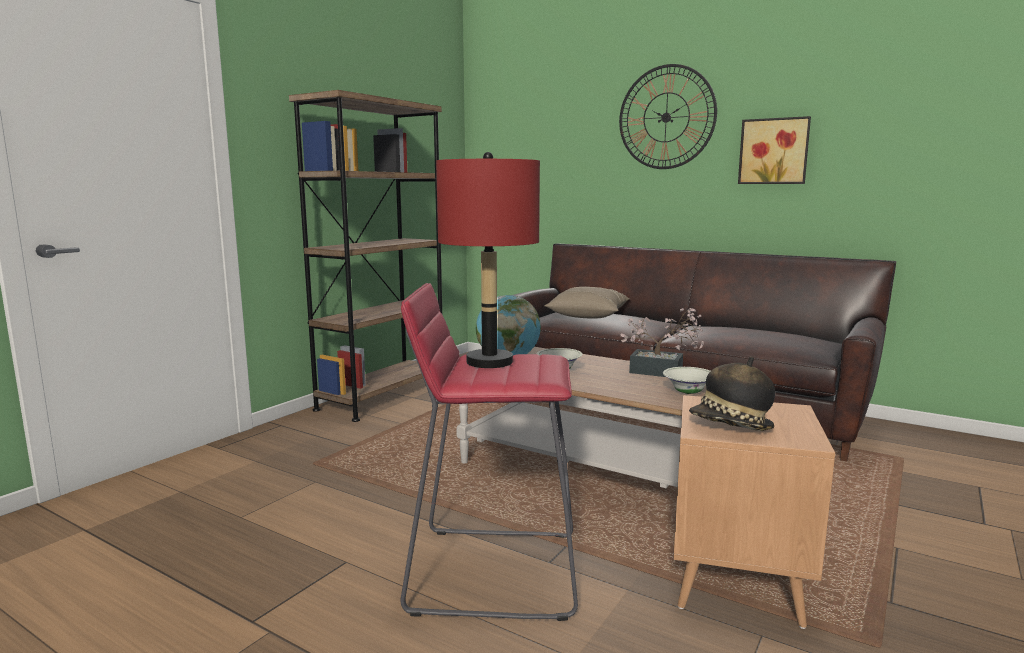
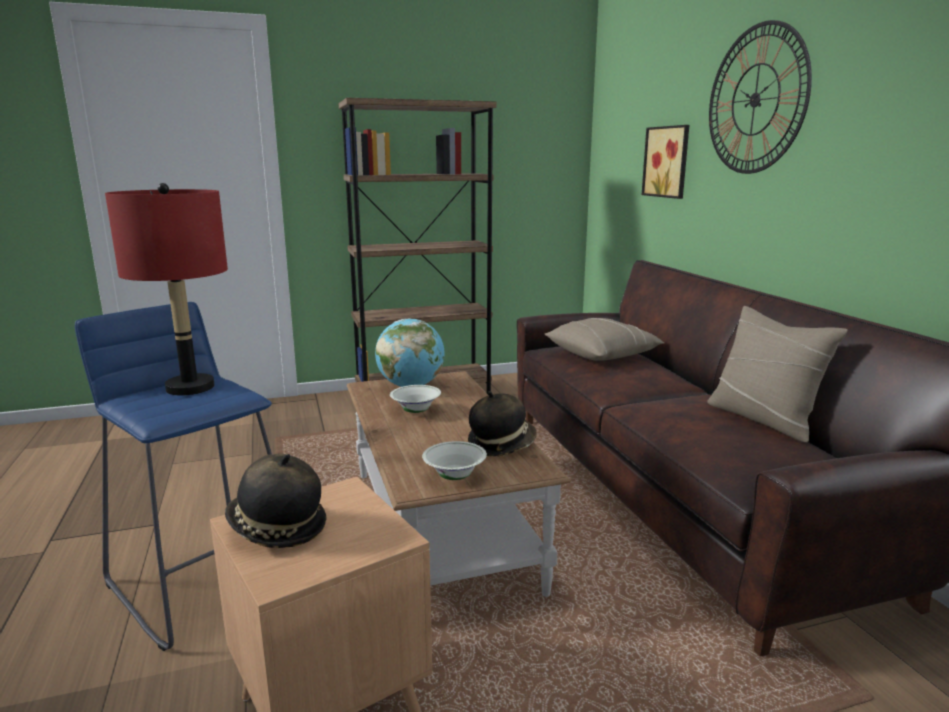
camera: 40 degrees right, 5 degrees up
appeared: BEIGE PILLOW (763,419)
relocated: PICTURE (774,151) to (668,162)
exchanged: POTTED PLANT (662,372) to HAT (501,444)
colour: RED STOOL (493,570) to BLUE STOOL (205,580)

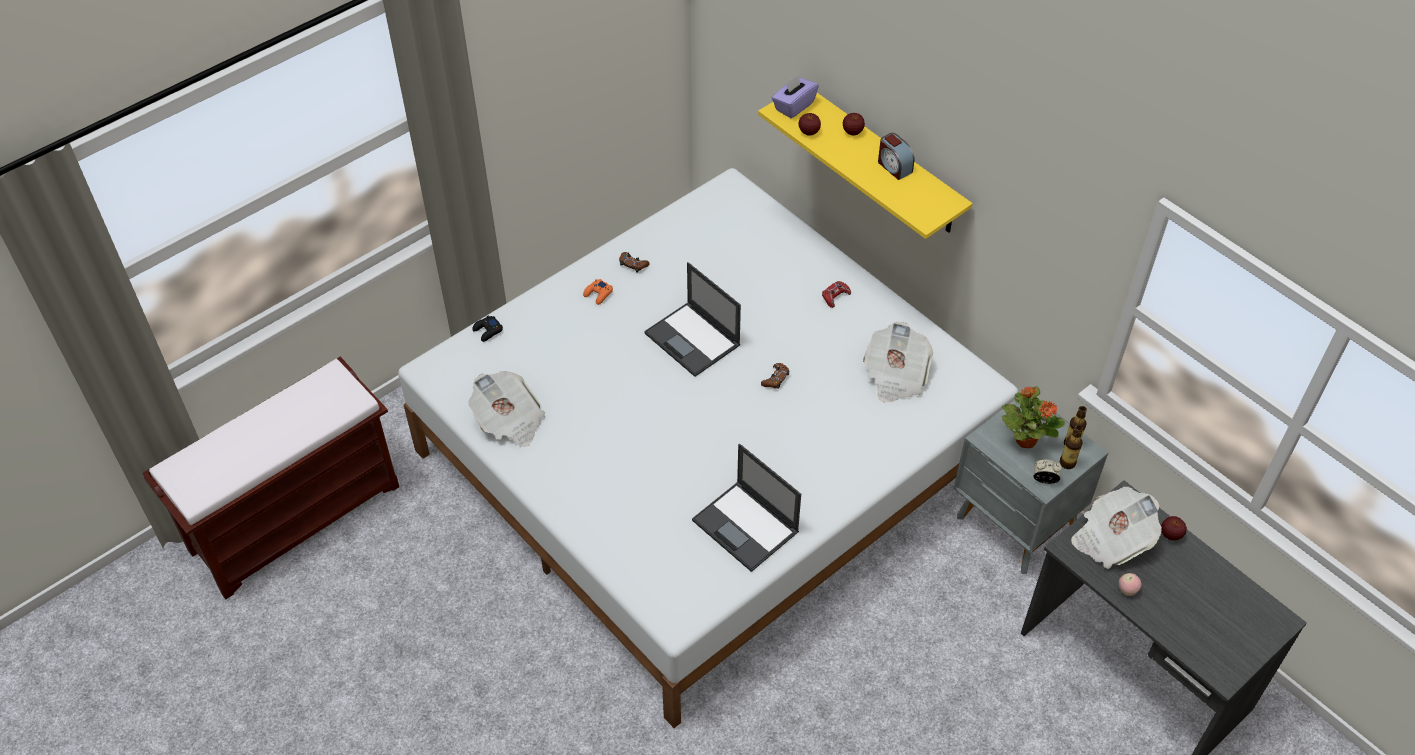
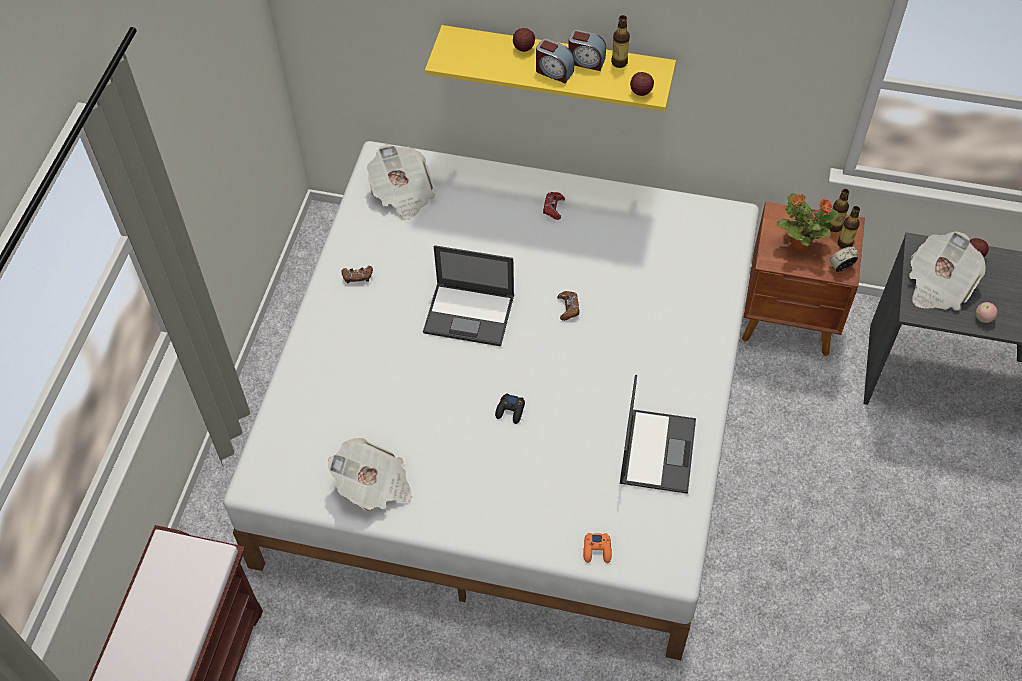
camera: 35 degrees left, 5 degrees up
missing: PURPLE TISSUE BOX (794,106)
appeared: BOTTLE (619,62); ALARM CLOCK (554,71)
relocated: APPLE (809,132) to (641,92); ORANGE GAME CONTROLLER (598,294) to (597,550); BLACK GAME CONTROLLER (487,331) to (510,411); NEWSPAPER (895,376) to (402,194)
colour: GREY NIGHTSTAND (1016,525) to BROWN NIGHTSTAND (790,319)
spun: LAPTOP (746,527) = (657,450) 90 degrees counterclockwise

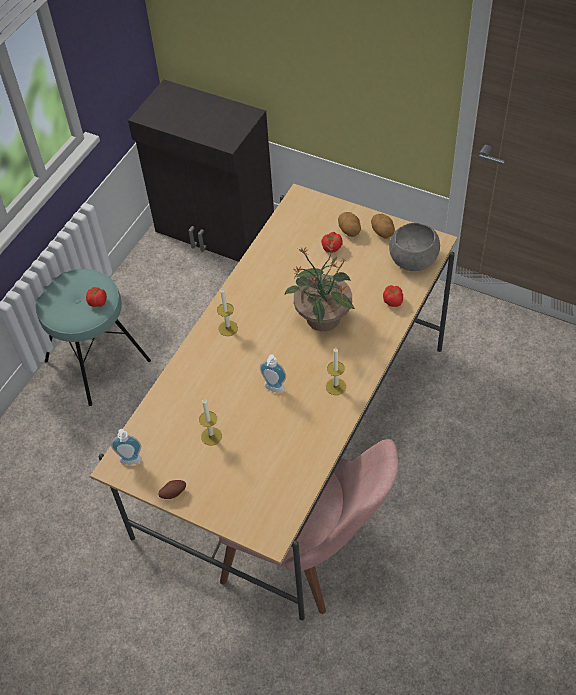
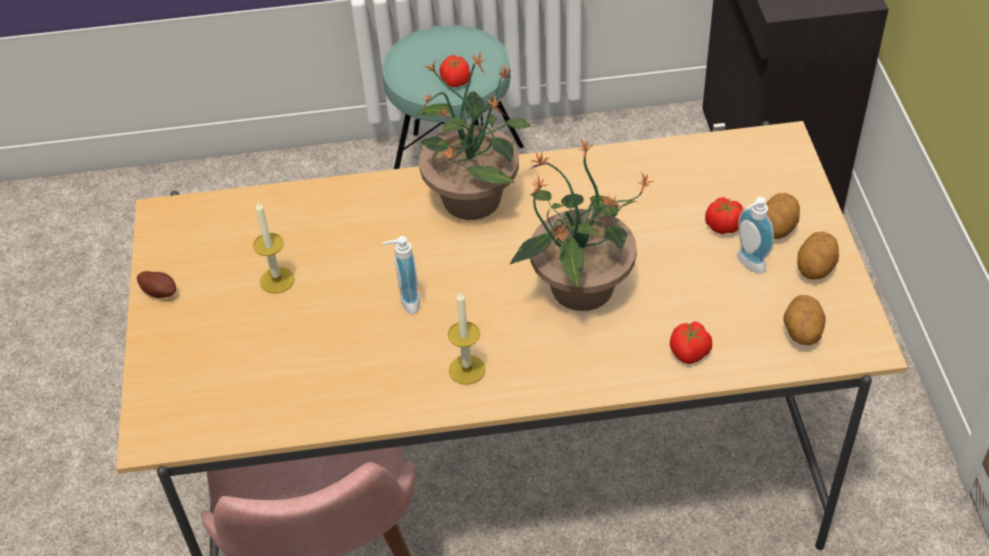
camera: 55 degrees right, 5 degrees down
relocated: SOAP DISPENSER (130,462) to (747,264)
exchanged: GREY BOWL (413,258) to POTATO (801,333); CANDLE (228,328) to POTTED PLANT (472,197)

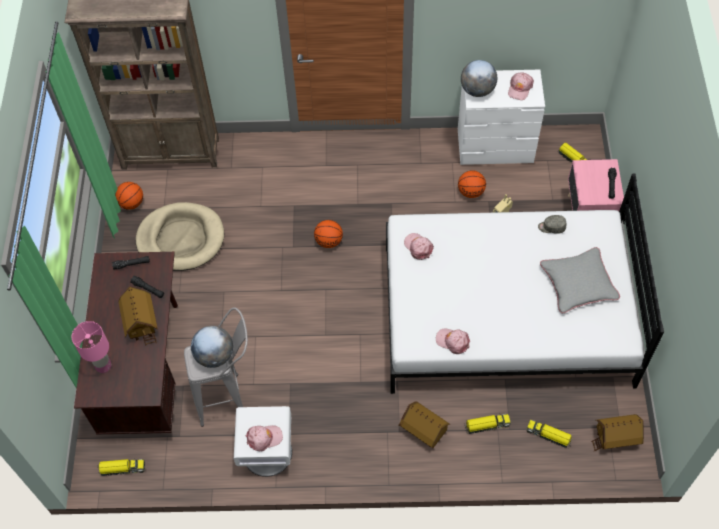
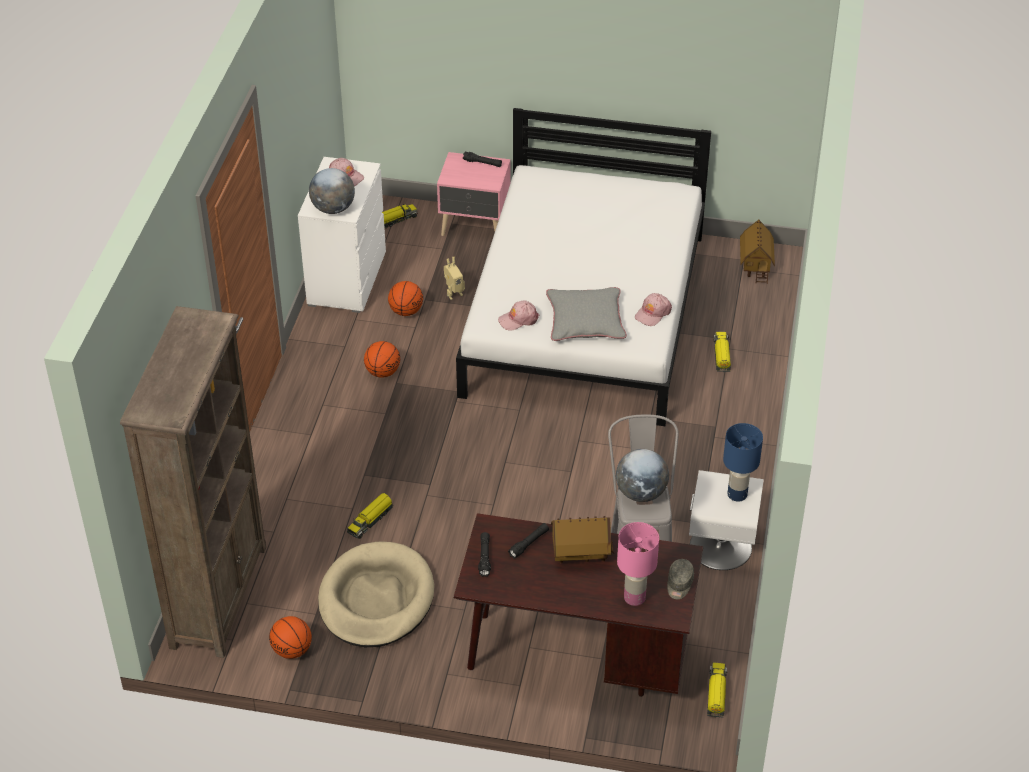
camera: 80 degrees left, 15 degrees down
missing: TOY HOUSE (423,431)
relocated: GREY CAP (551,227) to (679,584); BASKETBALL (329,241) to (383,372); GREY PILLOW (578,283) to (585,320); TOY TRUCK (549,435) to (370,520)
exchanged: PINK CAP (264,438) to BLUE TABLE LAMP (737,495)

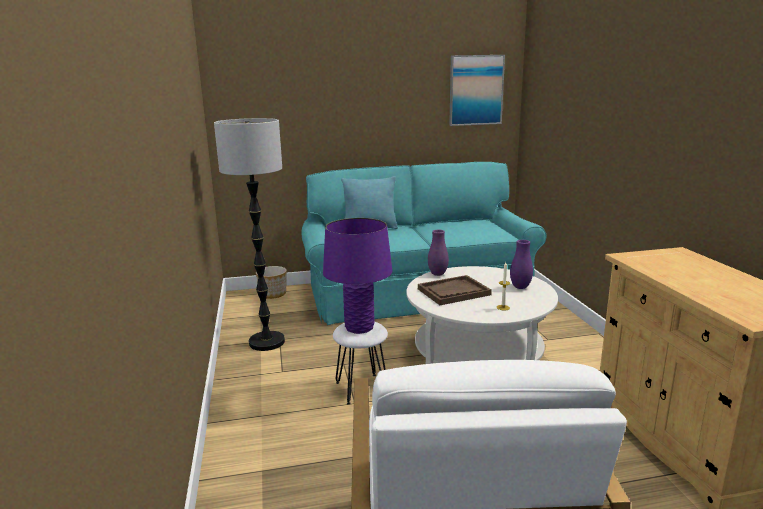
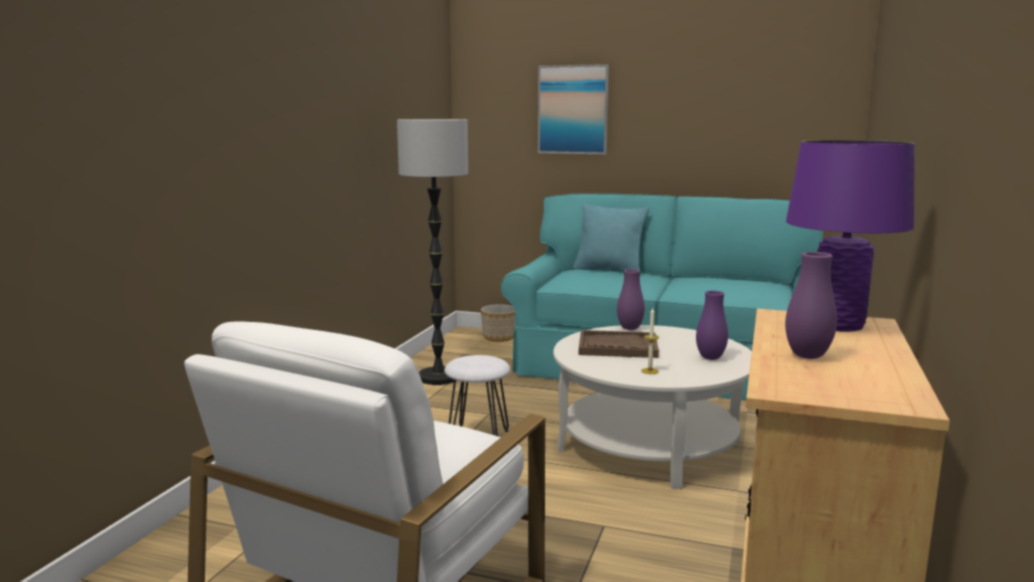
camera: 30 degrees right, 5 degrees down
appeared: PURPLE VASE (807,356)
relocated: PICTURE (476,90) to (573,110); PURPLE TABLE LAMP (359,327) to (837,325)

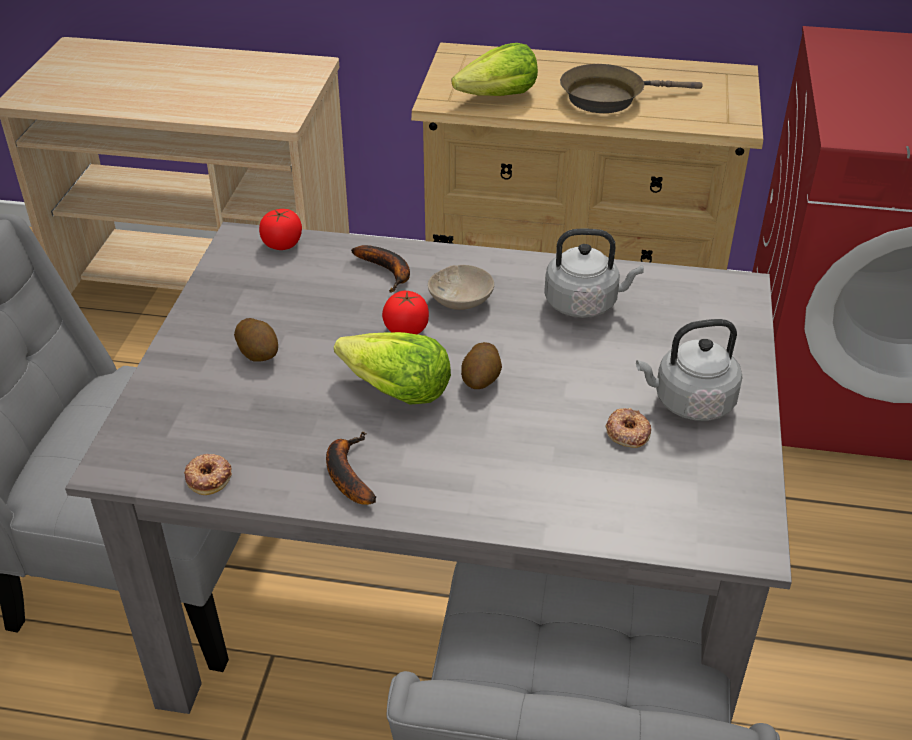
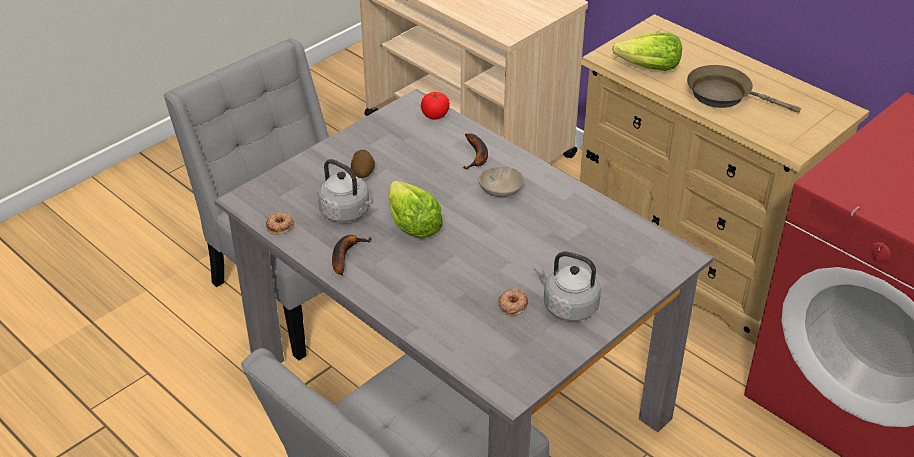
camera: 35 degrees right, 0 degrees up
missing: TOMATO (406,329); POTATO (481,380)
relocated: GREY KETTLE (585,303) to (347,213)

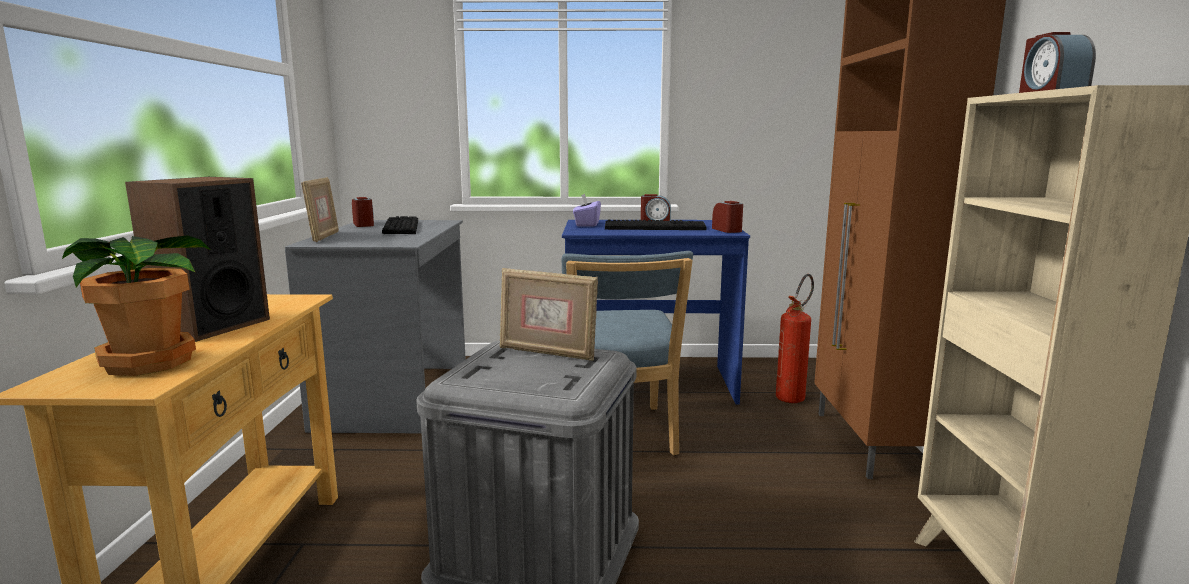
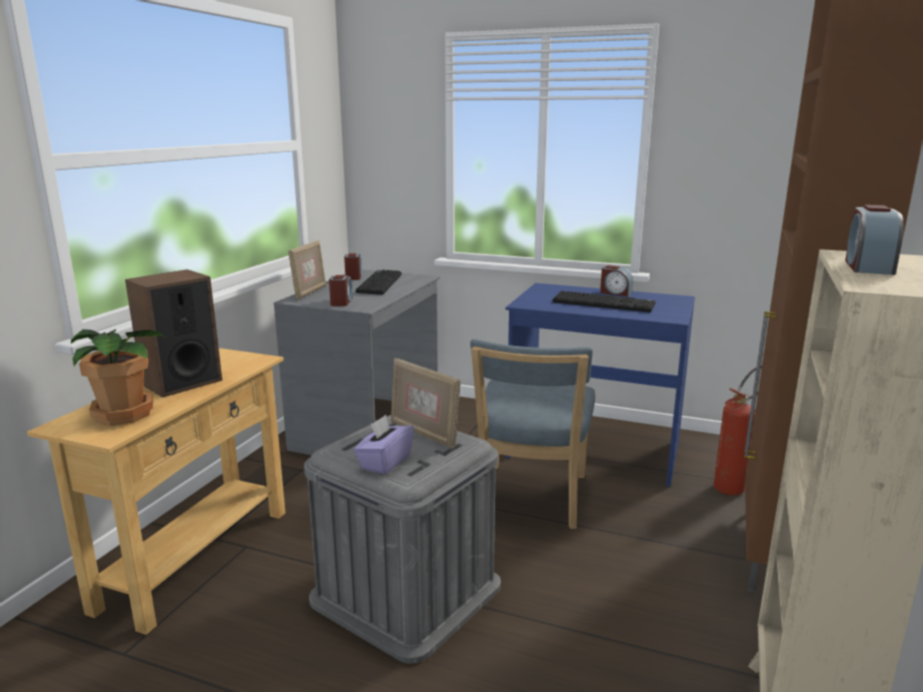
camera: 20 degrees right, 5 degrees up
relocated: PURPLE TISSUE BOX (587,224) to (384,462); ALARM CLOCK (727,230) to (341,302)

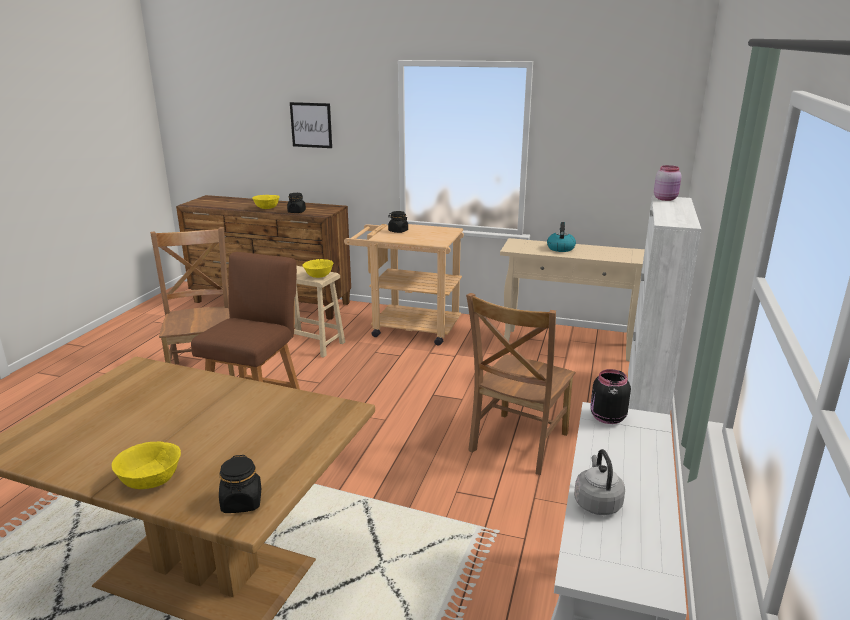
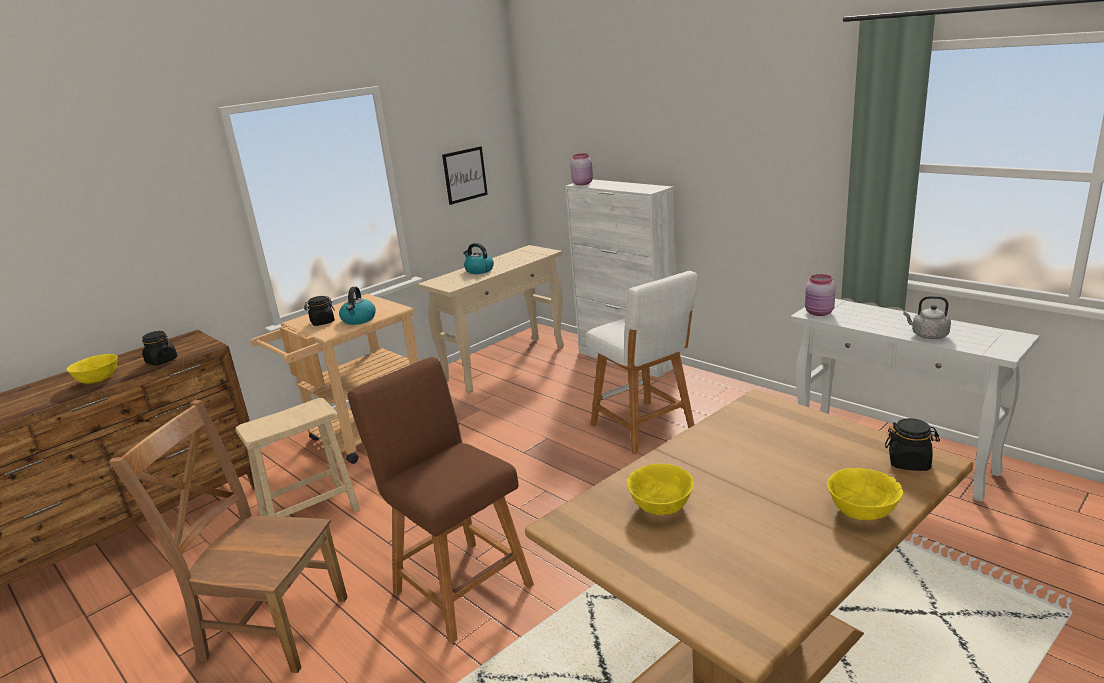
camera: 60 degrees left, 0 degrees up
appeared: KETTLE (359,320)
relocated: PICTURE (311,125) to (465,175); YELLOW BOWL (318,276) to (661,507)
exchanged: BROWN CHAIR (517,444) to WHITE STOOL (645,429)
colour: BLACK JAR (606,418) to PINK JAR (819,313)

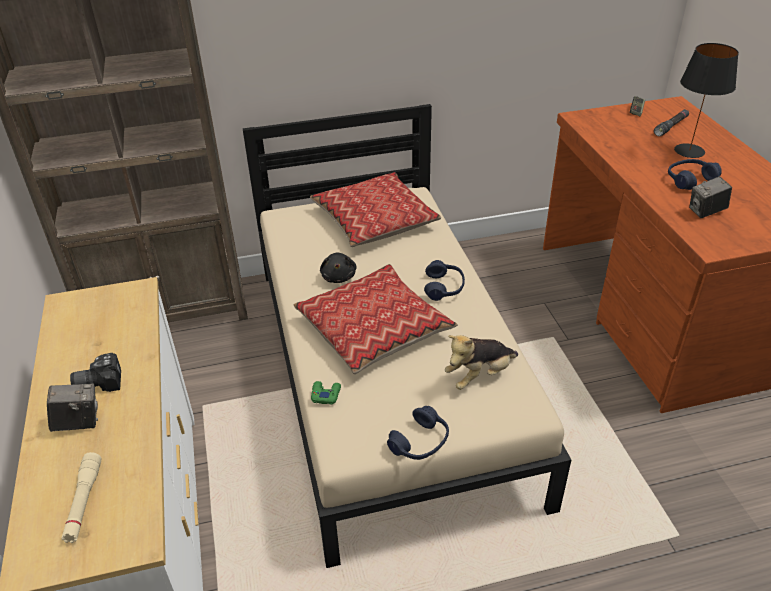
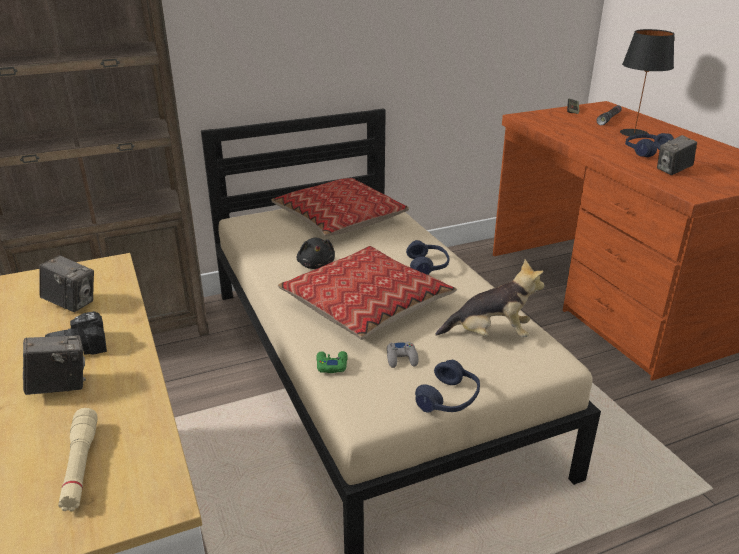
camera: 10 degrees left, 10 degrees down
appeared: PHOTO CAMERA (71,303); GREY GAME CONTROLLER (402,358)
spun: PLUSH TOY (479,375) = (490,335) 135 degrees counterclockwise

